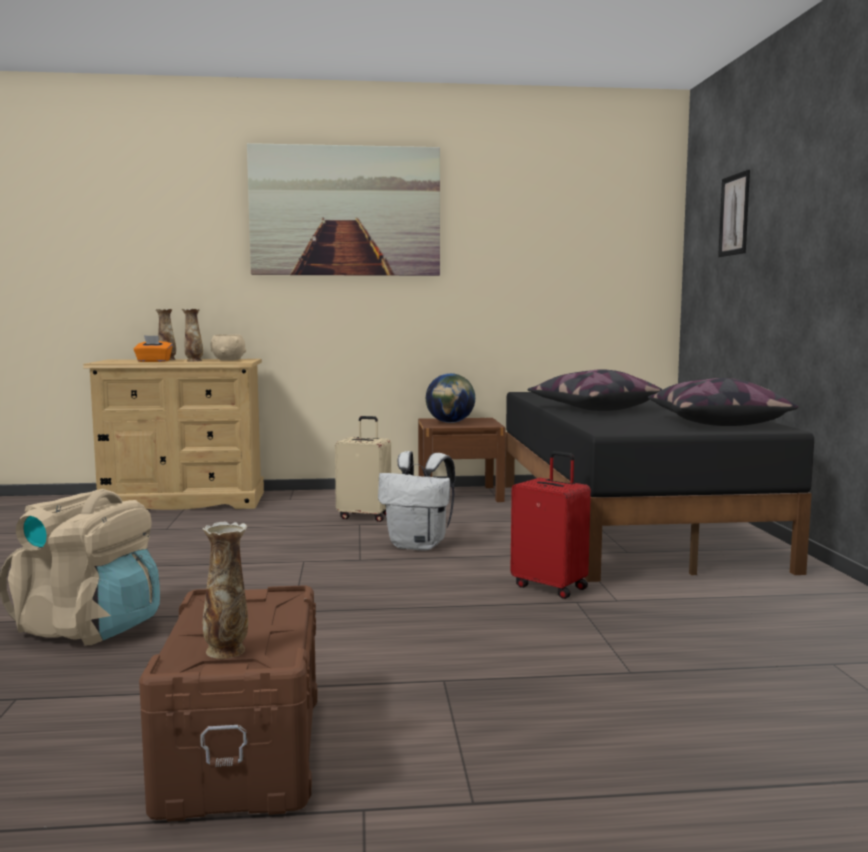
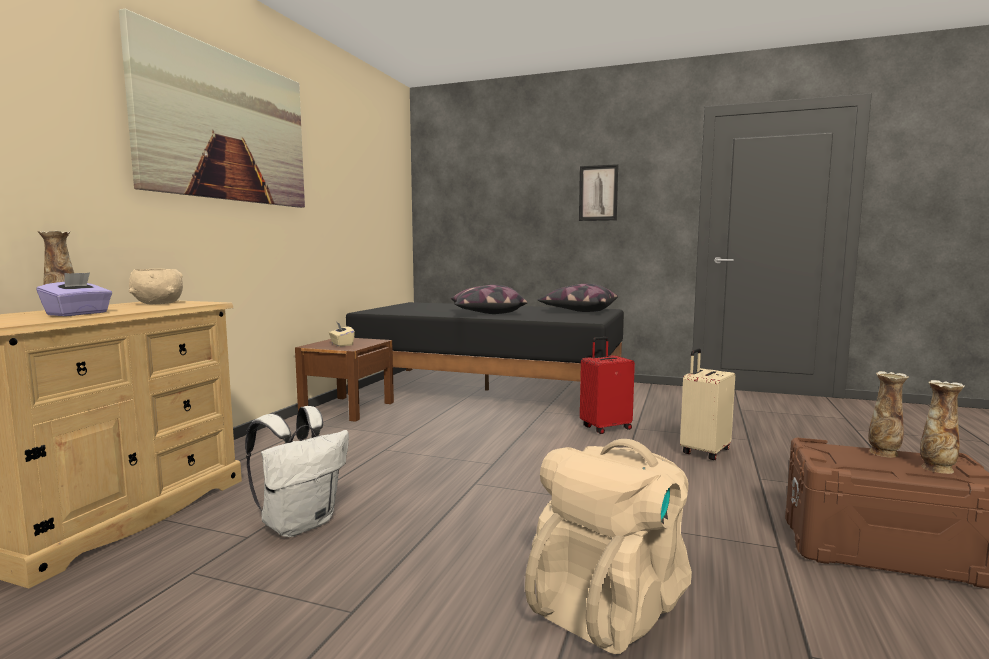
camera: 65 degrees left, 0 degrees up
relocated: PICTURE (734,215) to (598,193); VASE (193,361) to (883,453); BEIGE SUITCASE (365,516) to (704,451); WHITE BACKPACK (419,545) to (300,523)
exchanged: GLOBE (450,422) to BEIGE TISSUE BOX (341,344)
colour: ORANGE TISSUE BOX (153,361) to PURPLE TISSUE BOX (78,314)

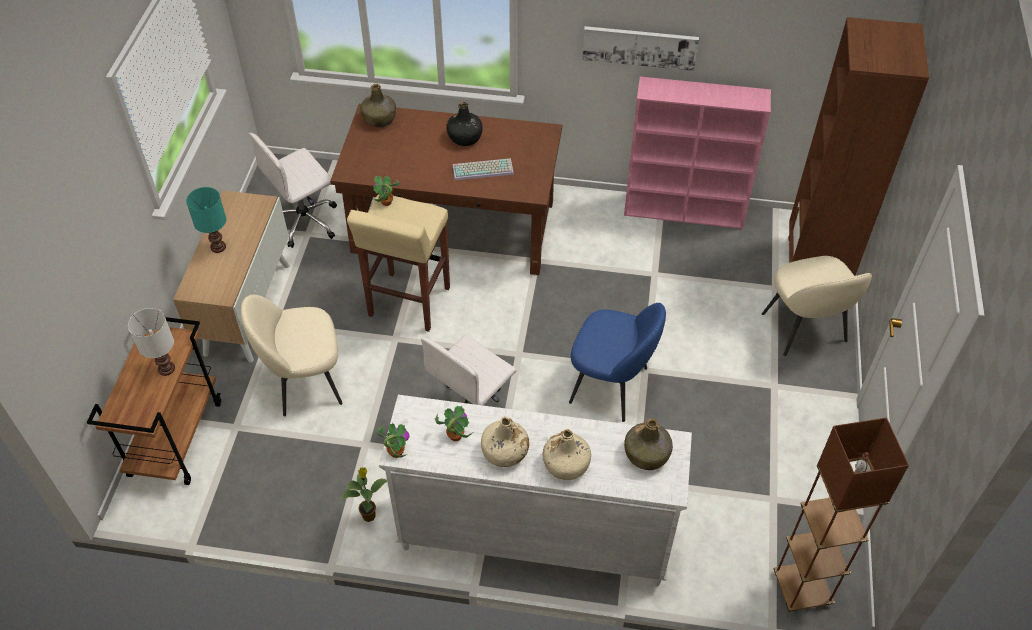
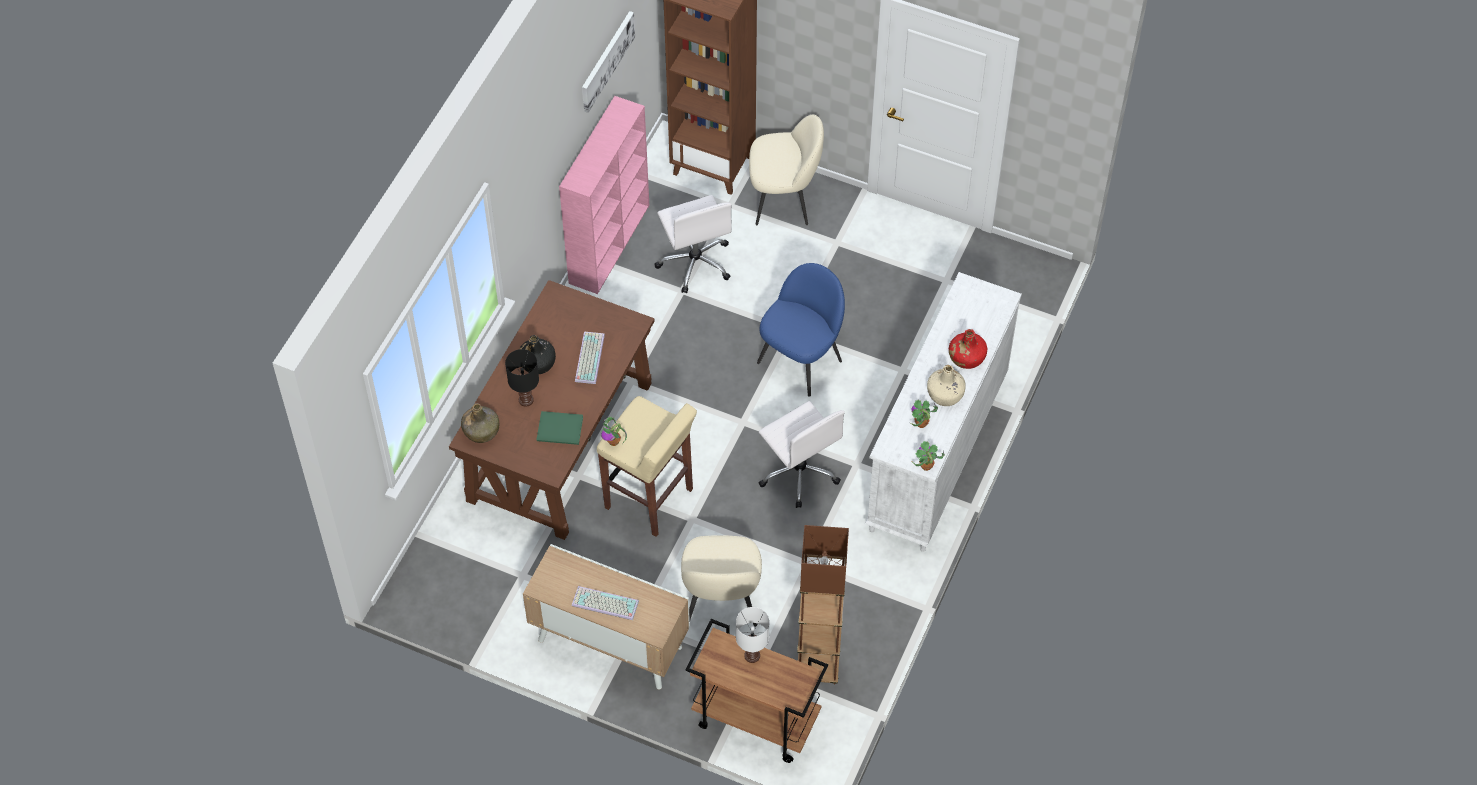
camera: 75 degrees left, 5 degrees up
missing: GREEN BOTTLE (647,454); POTTED PLANT (369,515)
appeared: BLACK TABLE LAMP (526,400); GREEN BOOK (561,430)
relocated: PICTURE (639,47) to (606,60); WHITE OFFICE CHAIR (306,221) to (695,262); BROWN FLOOR LAMP (801,589) to (818,666)
exchanged: TURQUOISE TABLE LAMP (218,247) to KEYBOARD (604,604)
colour: BEIGE BOTTLE (566,464) to RED BOTTLE (966,357)

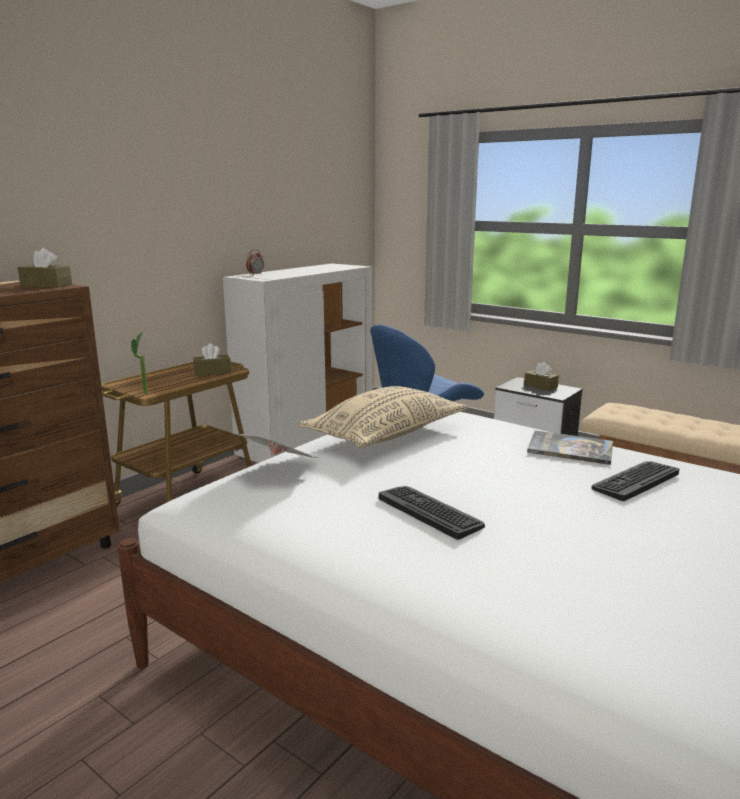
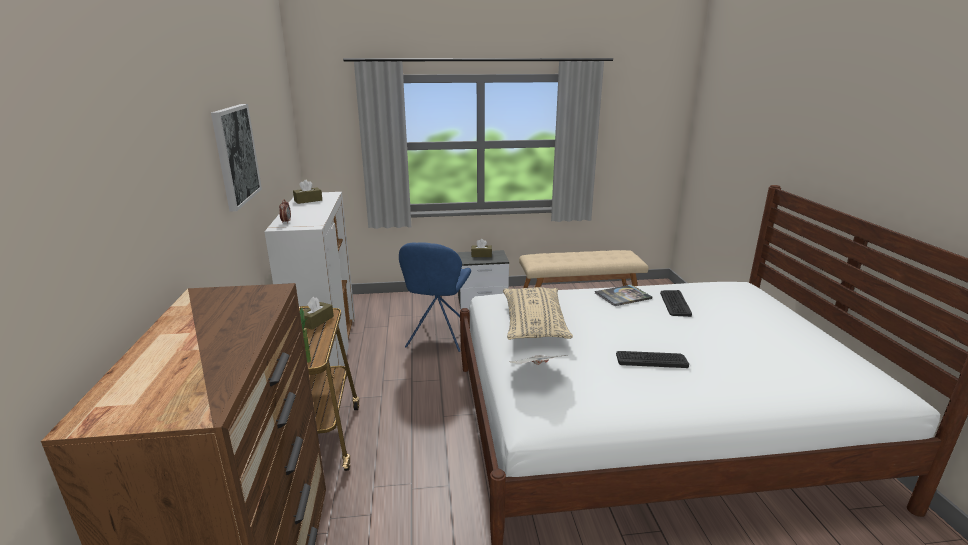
camera: 45 degrees left, 5 degrees up
appeared: PICTURE (235,155)
relocated: BROWN TISSUE BOX (46,285) to (308,200)

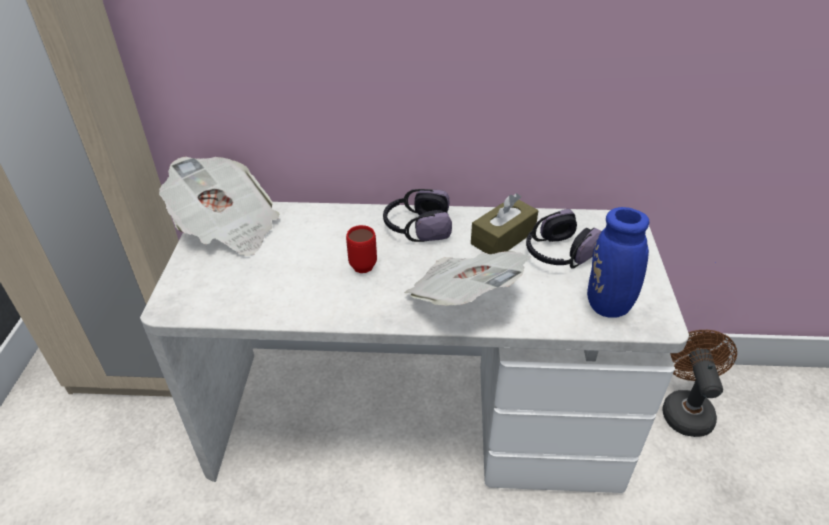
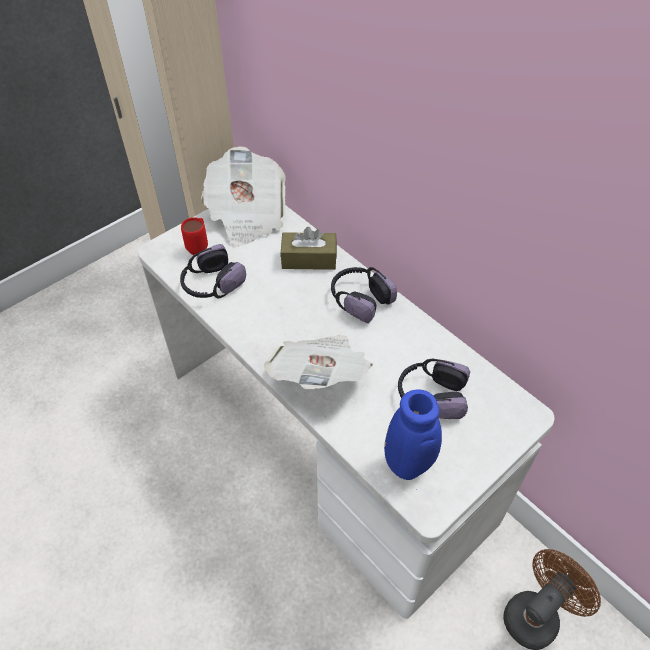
camera: 45 degrees right, 10 degrees up
appeared: HEADPHONES (212,284)
relocated: BROWN TISSUE BOX (503,237) to (309,259); RED MUG (360,263) to (199,247)

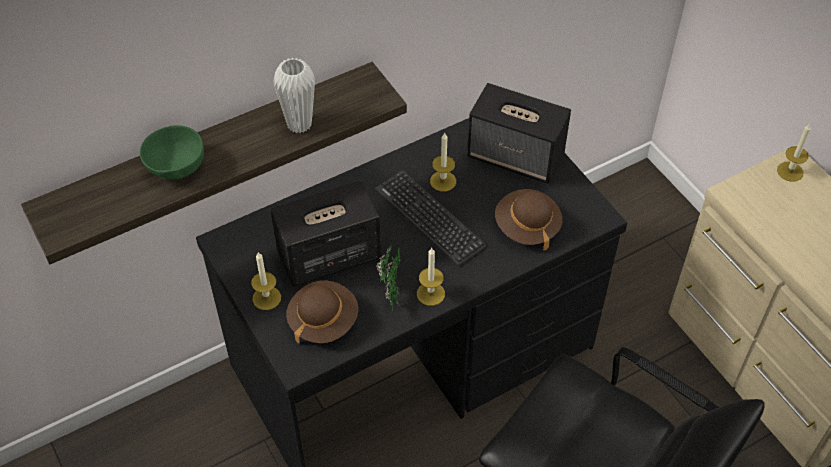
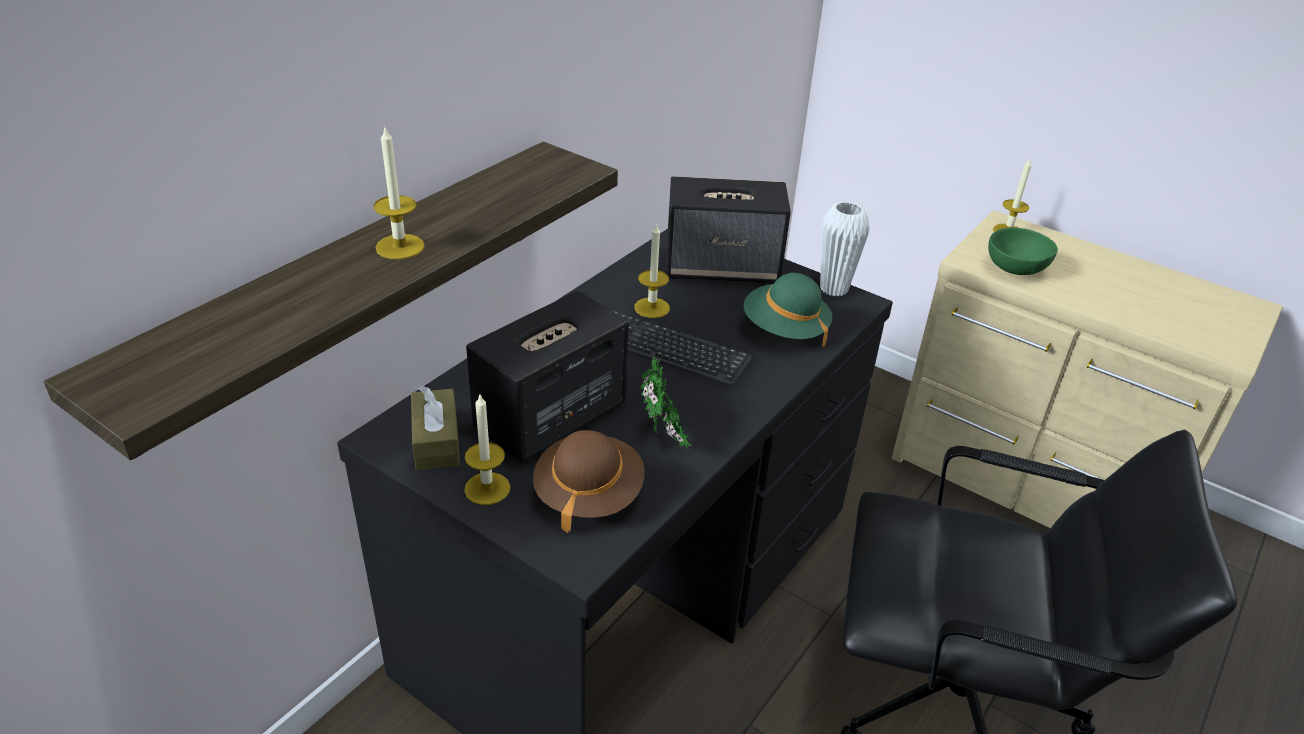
camera: 25 degrees left, 15 degrees down
appeared: BROWN TISSUE BOX (436,441)
relocated: WHITE VASE (299,124) to (834,289); GREEN BOWL (175,168) to (1016,270); CANDLE (430,294) to (400,247)
colour: BROWN HAT (527,227) to GREEN HAT (784,329)

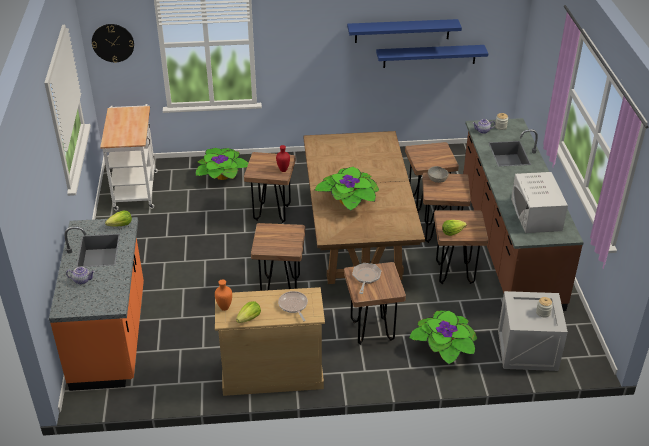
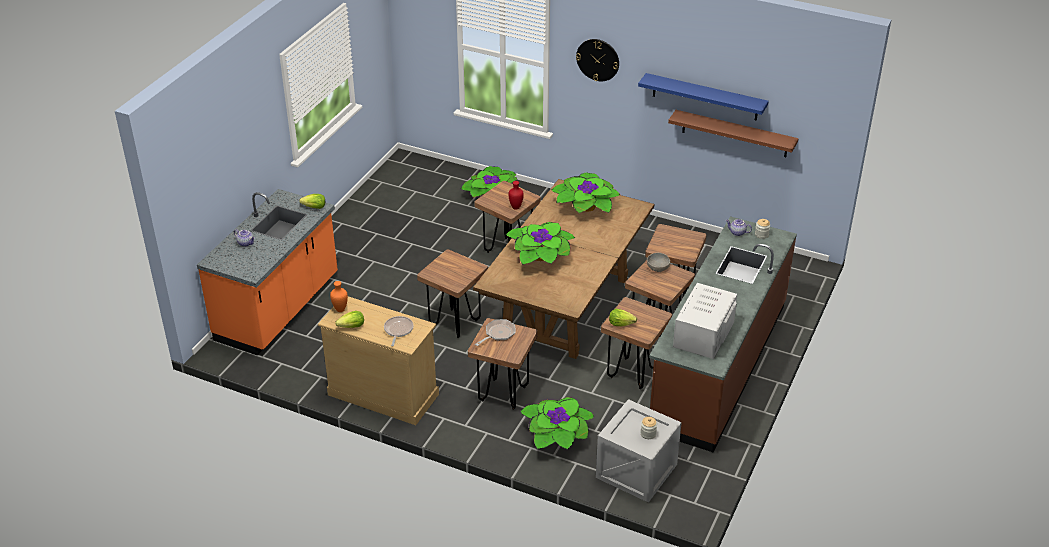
camera: 30 degrees right, 0 degrees up
missing: WHITE CART (136,187)
appeared: POTTED PLANT (585,207)
relocated: WALL CLOCK (113,42) to (598,59)
colour: BLUE SHELF (429,56) to BROWN SHELF (734,134)

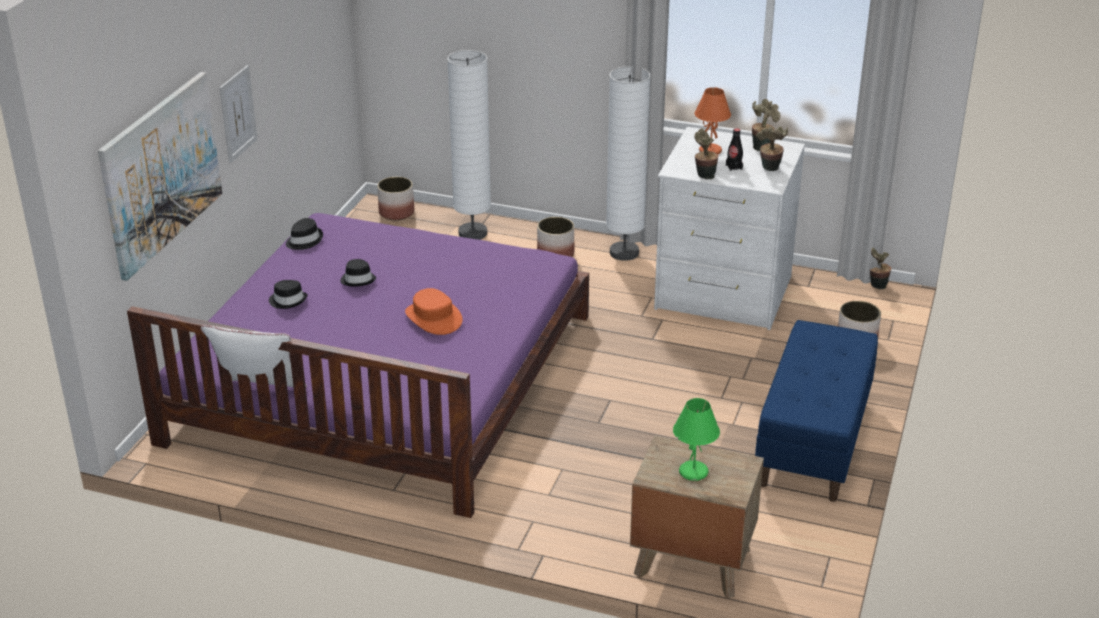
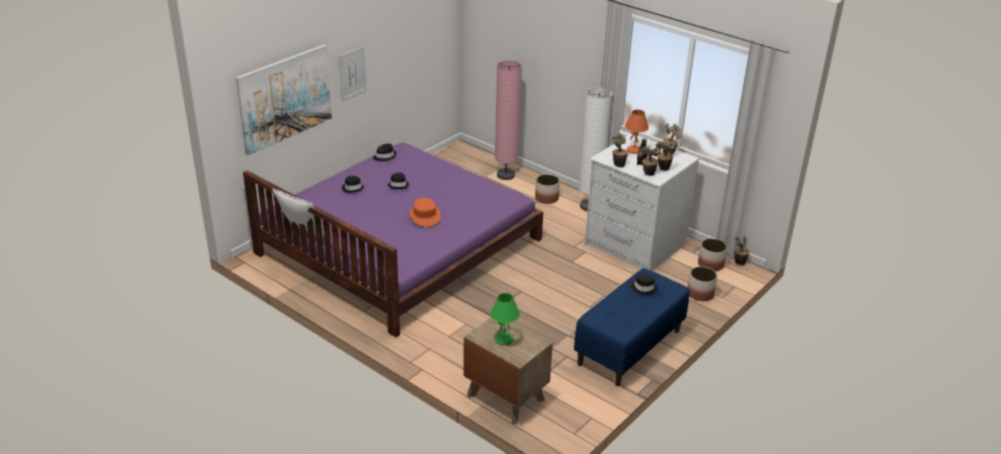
camera: 20 degrees right, 0 degrees up
appeared: POTTED PLANT (648,174); BLACK HAT (643,288)
relocated: PLANTER (396,212) to (710,264)
colour: WHITE FLOOR LAMP (473,233) to PINK FLOOR LAMP (505,175)

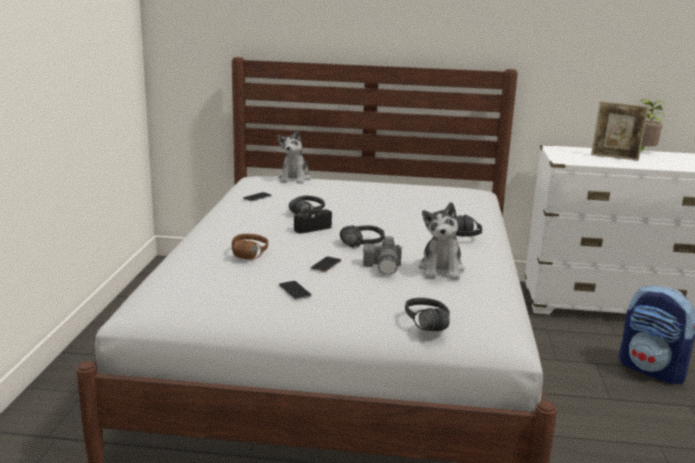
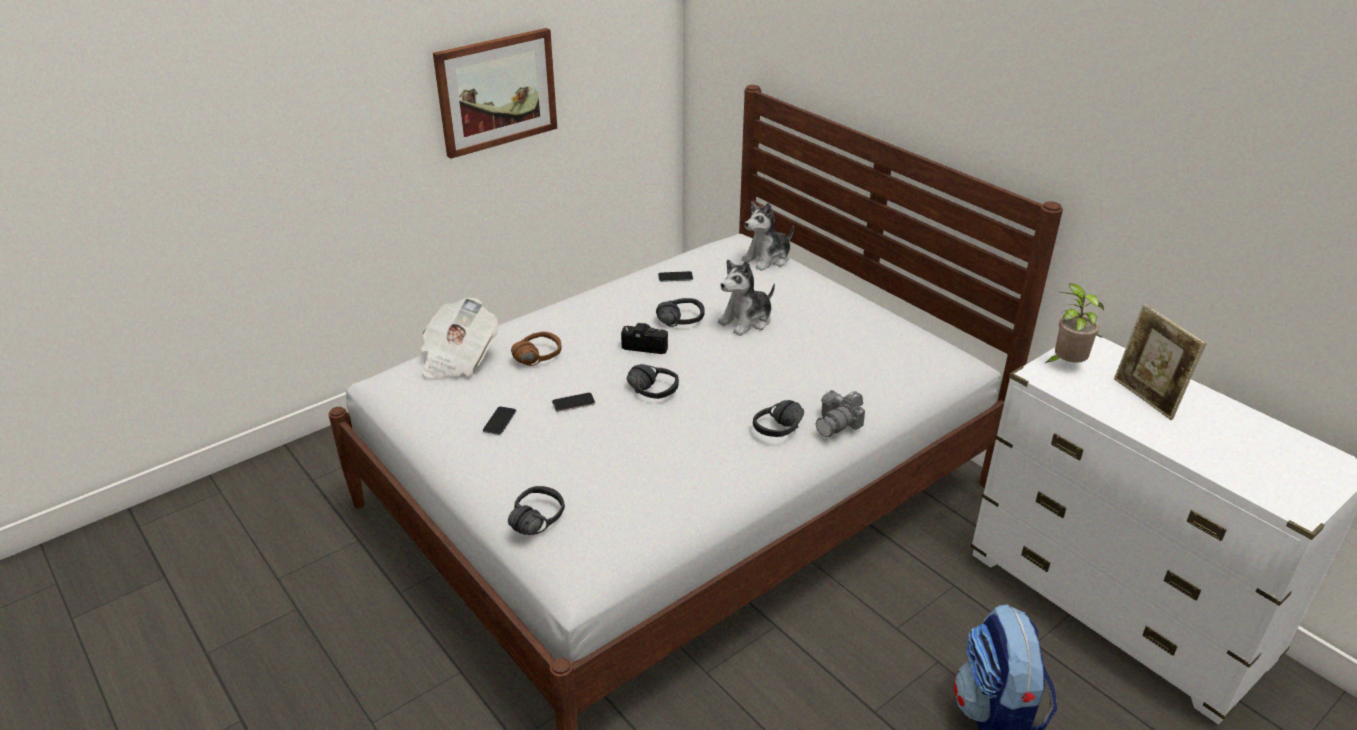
camera: 45 degrees right, 15 degrees up
appeared: PICTURE (496,91); NEWSPAPER (458,358)
relocated: POTTED PLANT (644,152) to (1065,364); PLUSH TOY (441,269) to (746,321); PHOTO CAMERA (384,267) to (838,424)

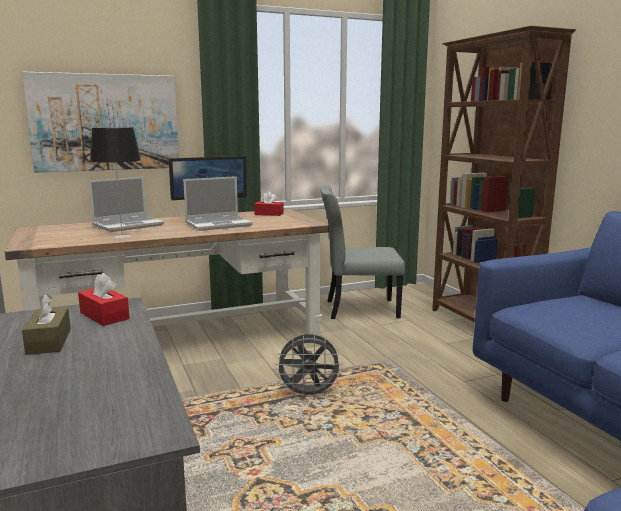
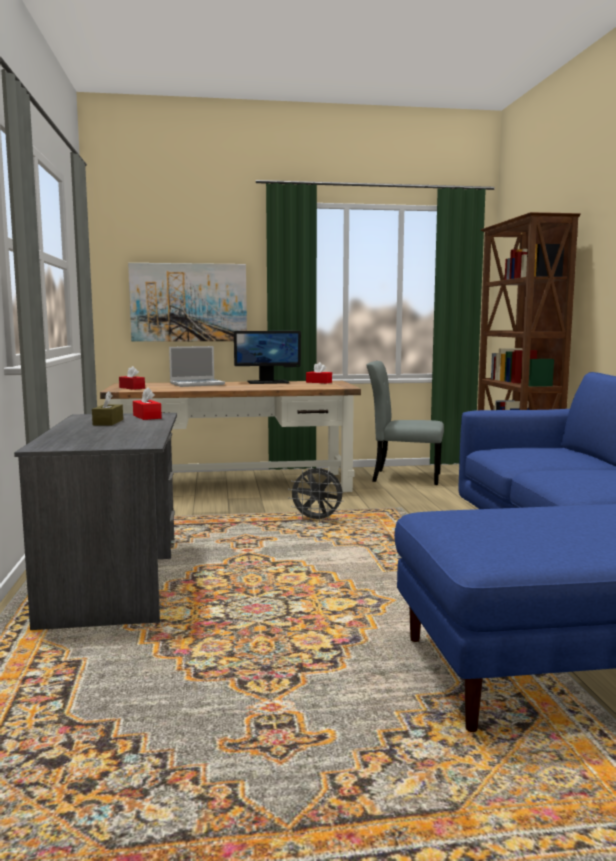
camera: 15 degrees right, 5 degrees down
missing: TABLE LAMP (121,236); LAPTOP (219,224)
appeared: RED TISSUE BOX (132,388)

